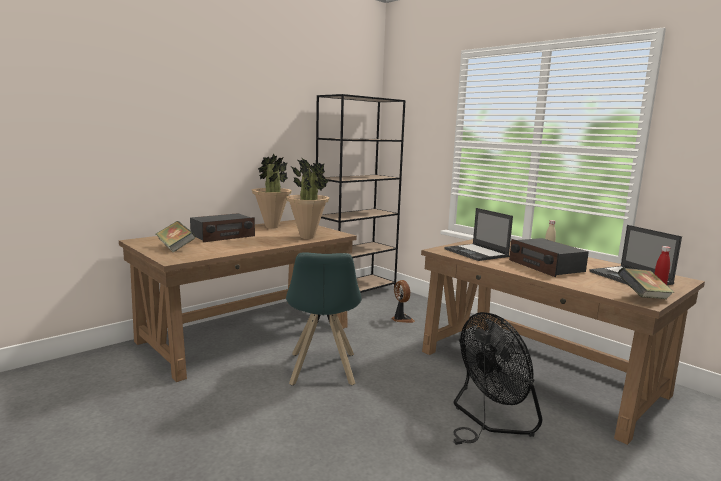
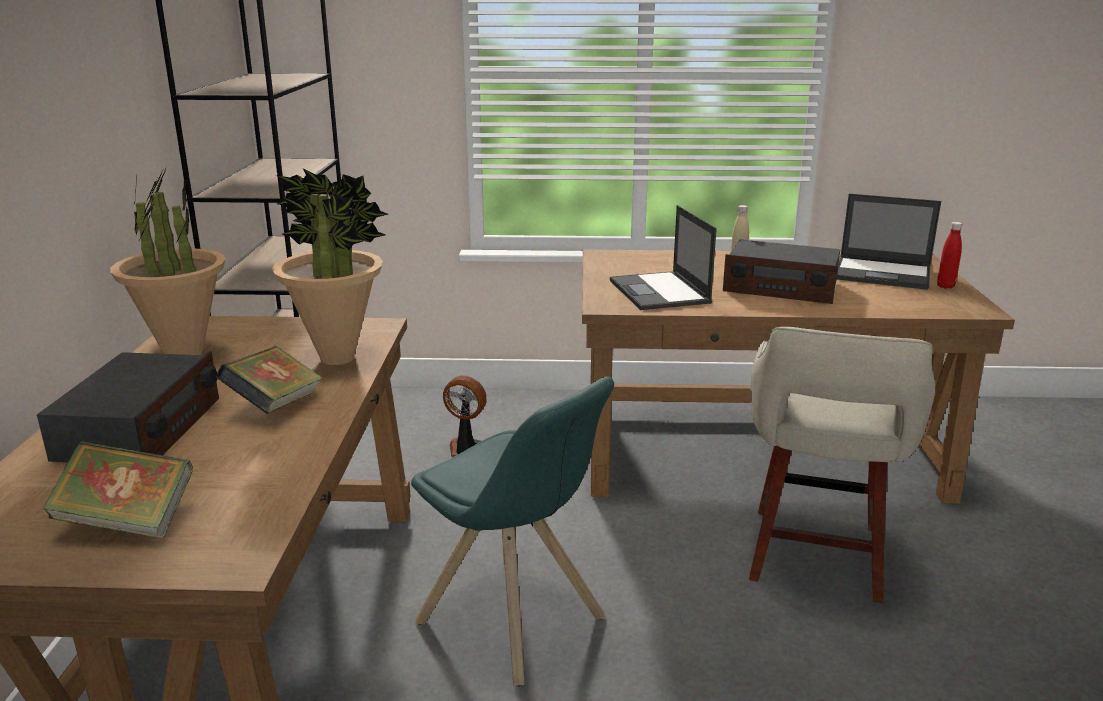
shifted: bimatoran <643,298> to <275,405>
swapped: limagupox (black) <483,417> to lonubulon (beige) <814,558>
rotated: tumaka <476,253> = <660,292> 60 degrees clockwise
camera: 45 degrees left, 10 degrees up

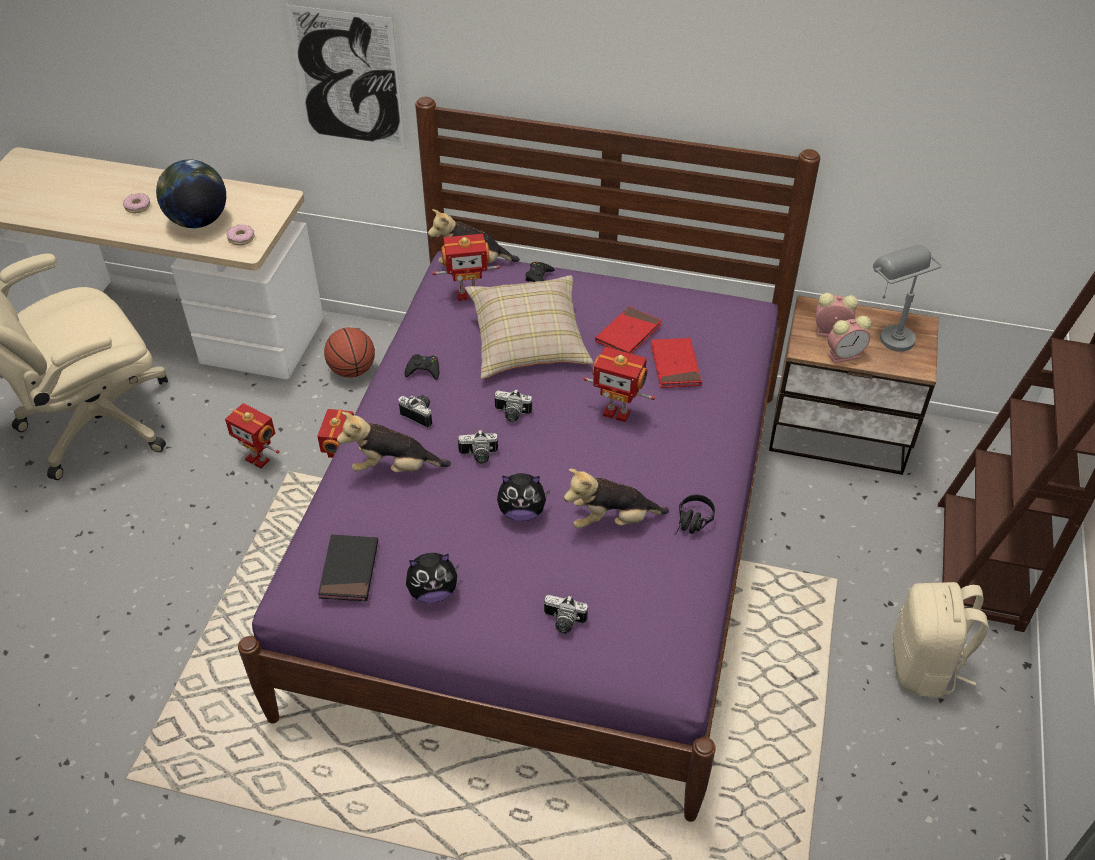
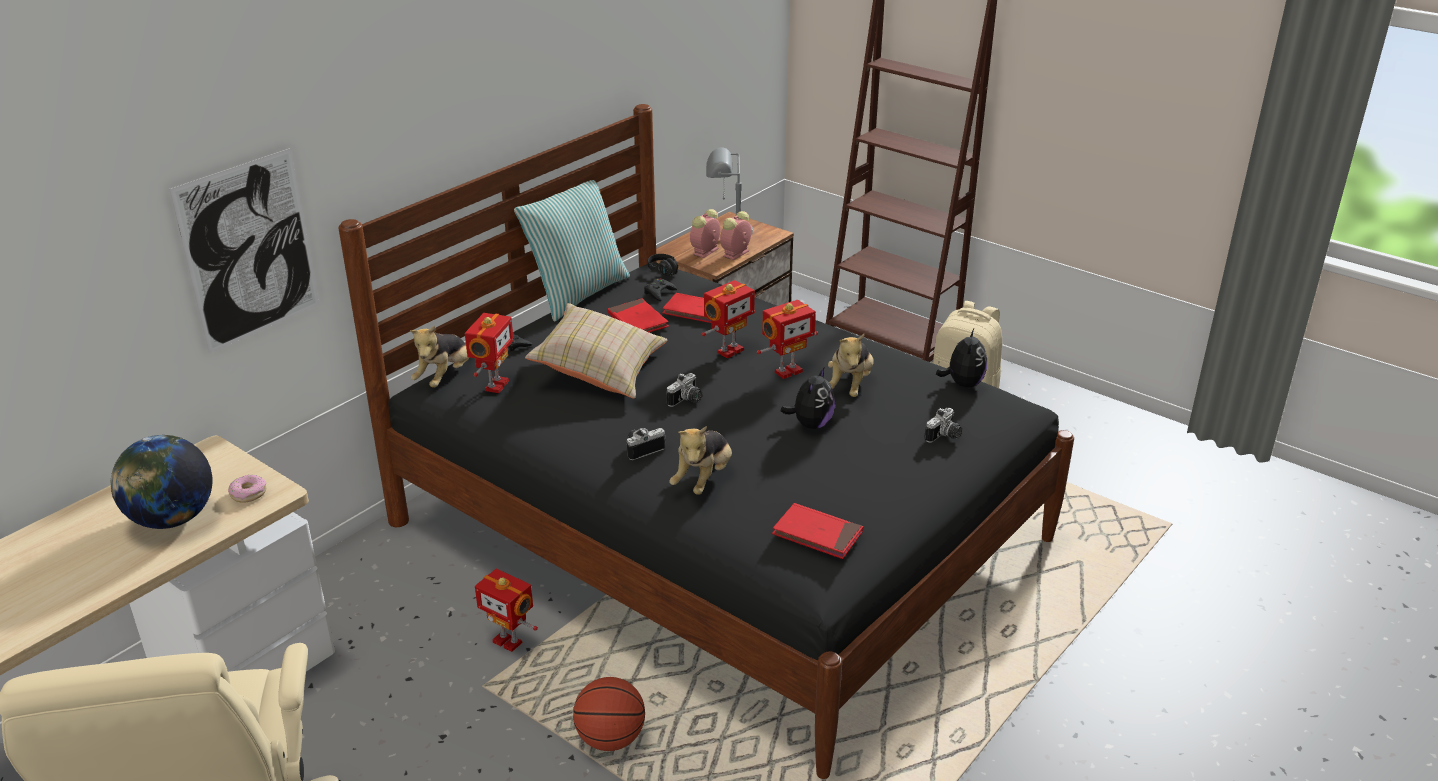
gone: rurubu <137,207>; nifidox <478,456>
new: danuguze <577,293>
shifted: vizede <258,459> to <787,371>; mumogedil <352,370> to <610,739>; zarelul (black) <423,370> to <659,293>; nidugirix <433,591> to <963,384>; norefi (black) <692,523> to <666,272>
repainted: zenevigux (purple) <546,540> to zenevigux (black) <719,531>; bimatoran (black) <349,570> to bimatoran (red) <817,534>
rotated: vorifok <845,355> = <735,254> 150 degrees counterclockwise
camera: 65 degrees left, 15 degrees down

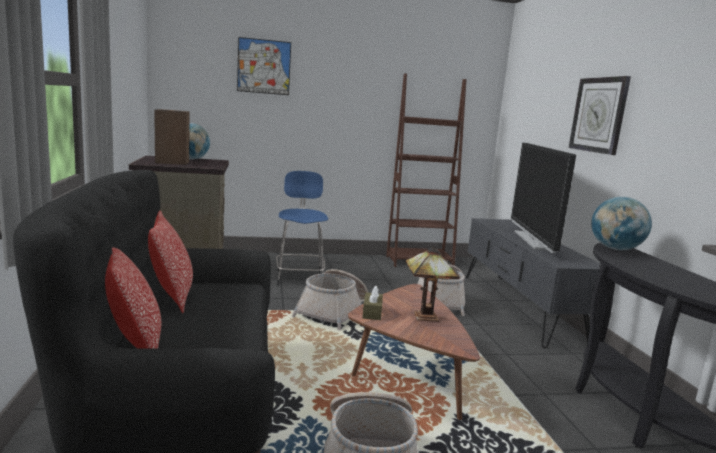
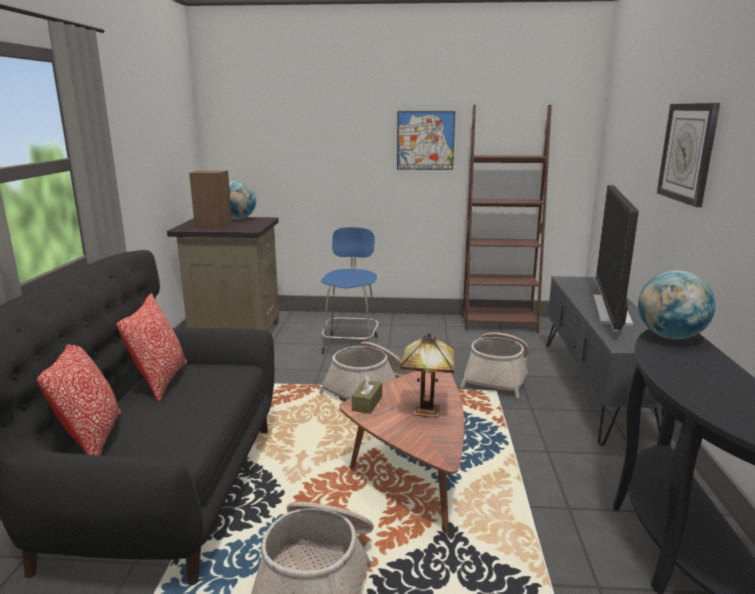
shifted: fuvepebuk <264,66> to <425,140>
camera: 15 degrees right, 5 degrees up

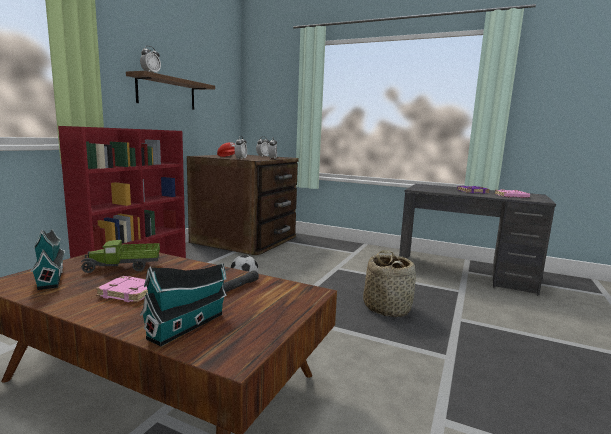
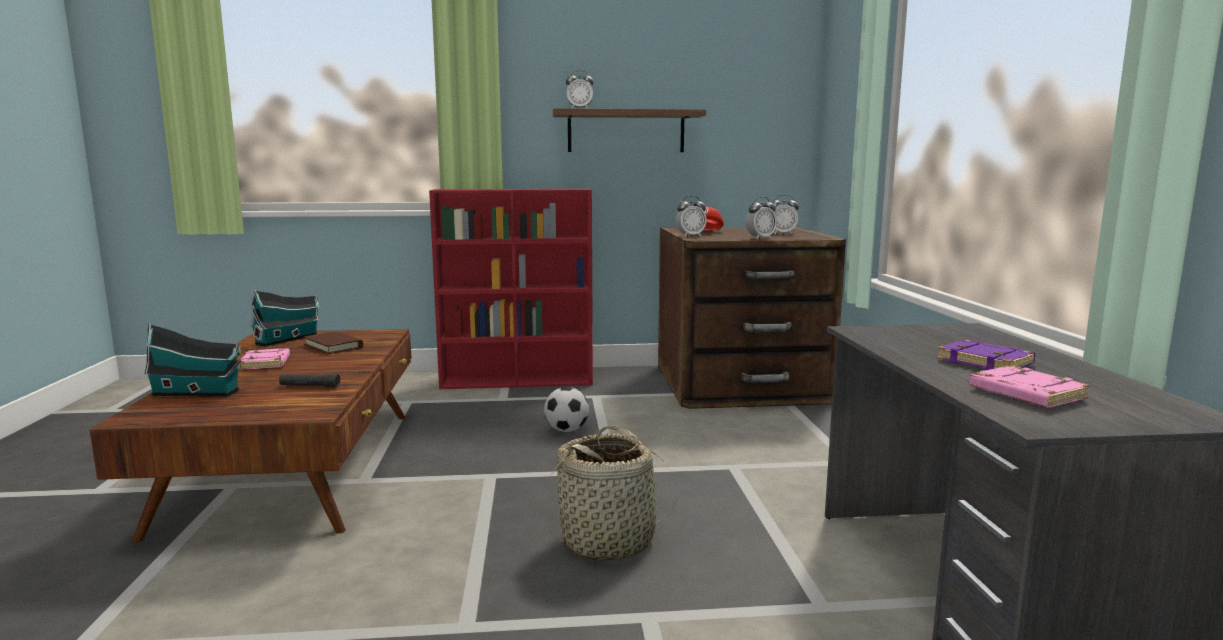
swapped: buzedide <123,267> to bimatoran (brown) <333,346>
camera: 60 degrees right, 0 degrees up

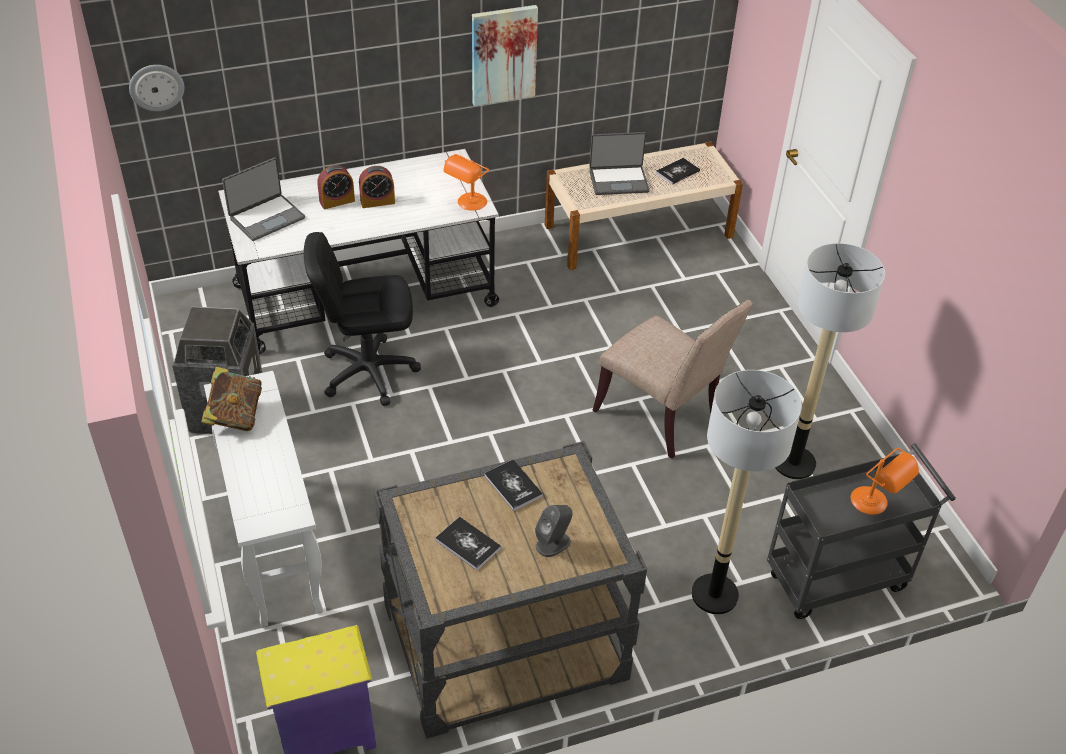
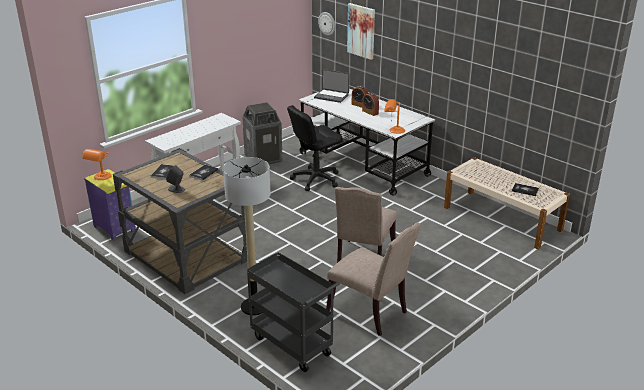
gone: bimatoran <235,416>; tumaka <618,181>
shifted: fuvepebuk <503,55> to <361,31>; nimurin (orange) <876,504> to <101,178>
swapped: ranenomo <794,463> to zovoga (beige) <370,312>
rotated: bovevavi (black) <368,372> = <315,179> 90 degrees counterclockwise
camera: 65 degrees right, 15 degrees down

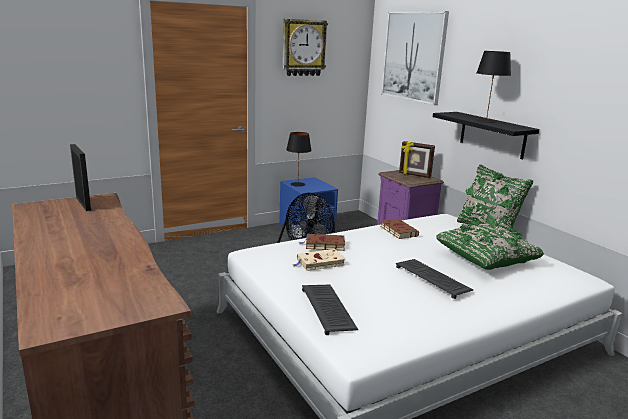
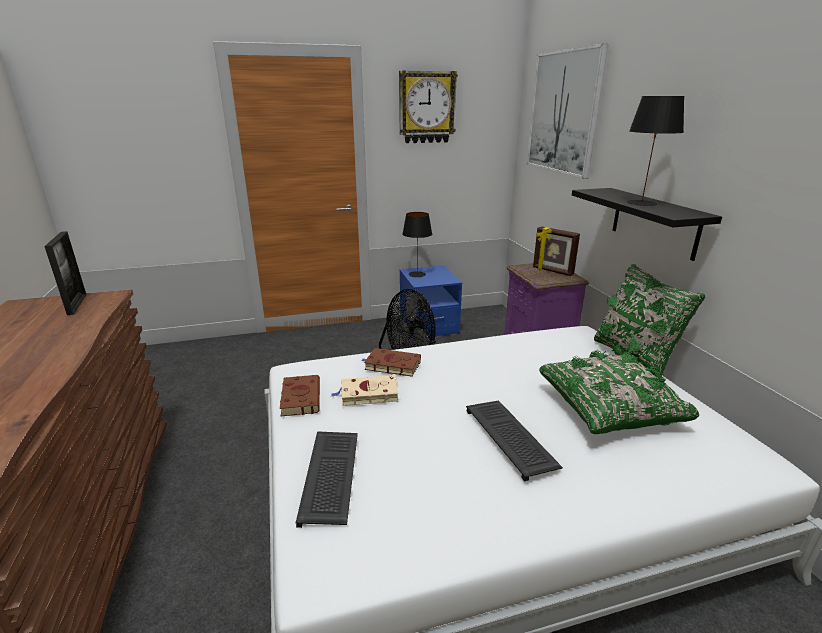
shifted: bimatoran (brown) <398,231> to <300,397>
camera: 15 degrees right, 5 degrees up

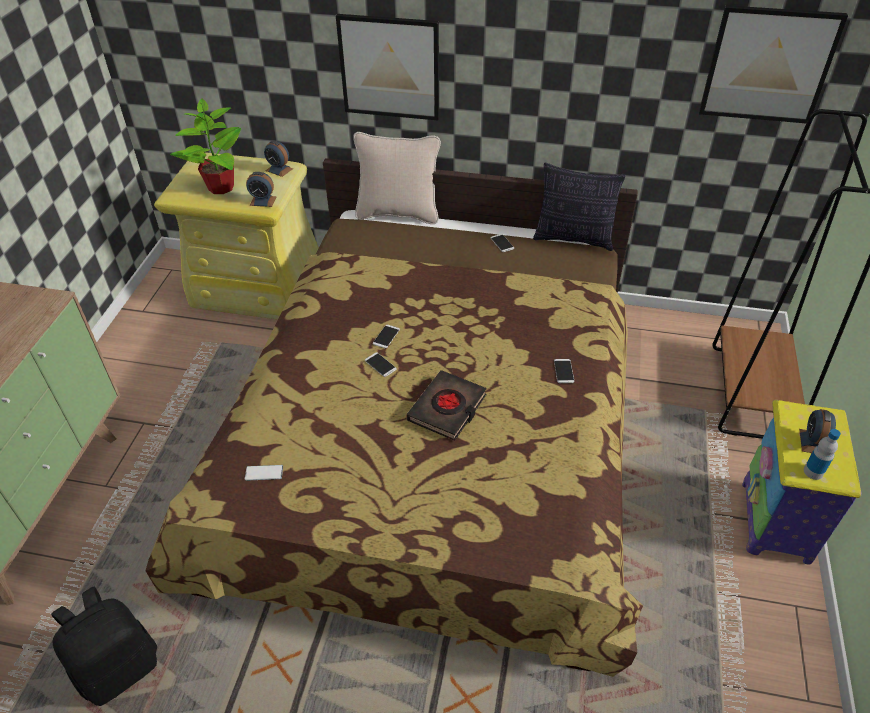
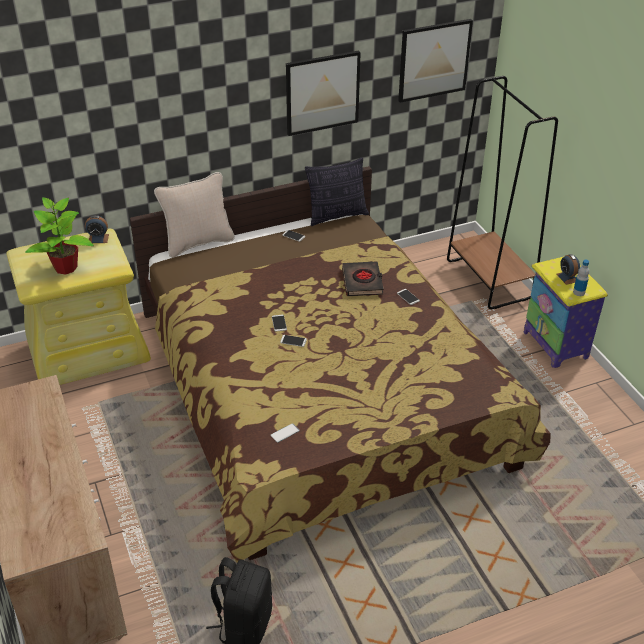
gone: vorifok <263,201>
shifted: fuvepebuk <390,67> to <322,92>; bimatoran (black) <447,409> to <362,282>
camera: 35 degrees left, 5 degrees down

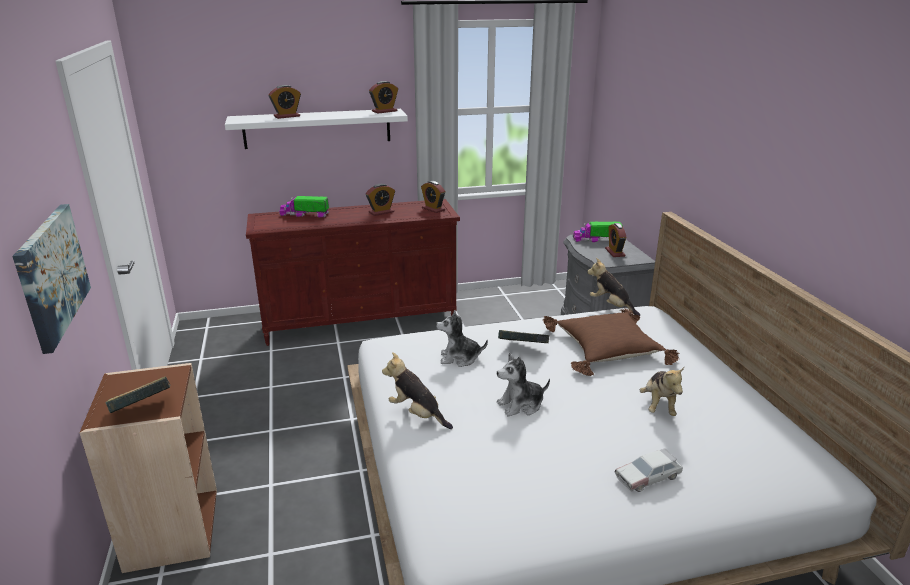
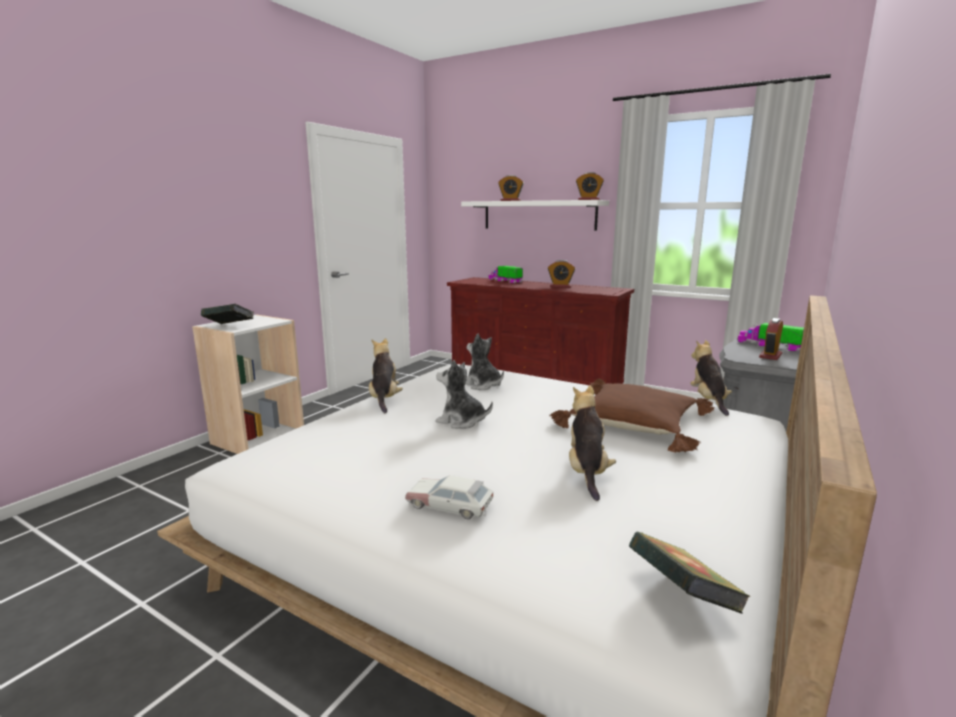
gone: fuvepebuk <52,274>; vorifok <433,209>
shifted: bimatoran <523,349> to <681,597>
repainted: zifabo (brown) <171,528> to zifabo (white) <258,437>
rotated: nidugirix <658,405> = <587,471> 135 degrees clockwise
camera: 45 degrees right, 10 degrees down

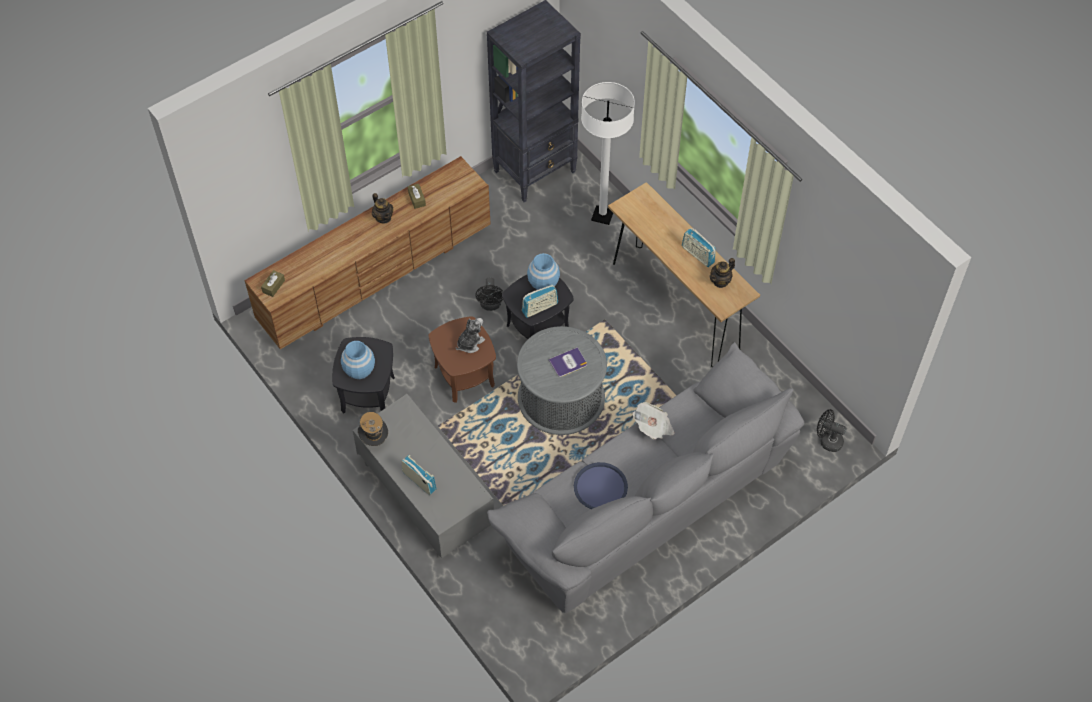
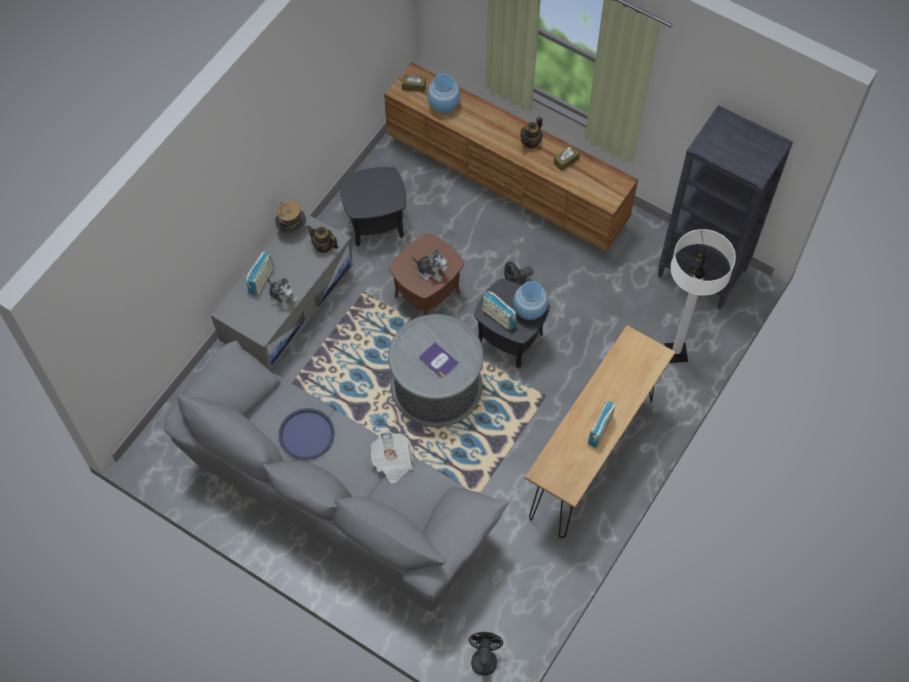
new: nidugirix <283,297>
shifted: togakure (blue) <359,370> to <444,105>; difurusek <720,281> to <323,246>
camera: 70 degrees right, 5 degrees up

